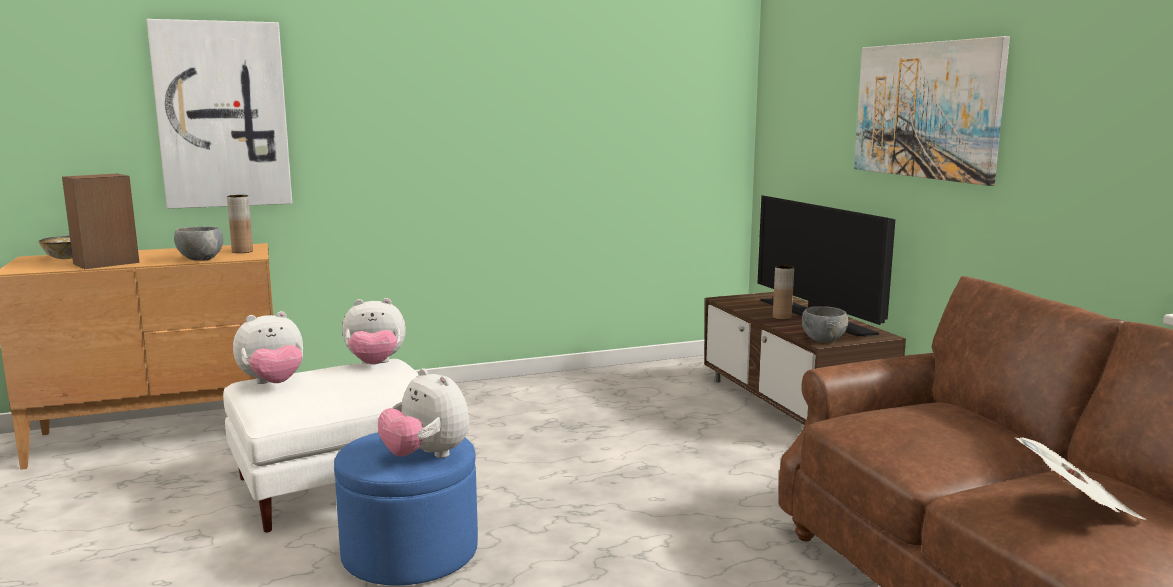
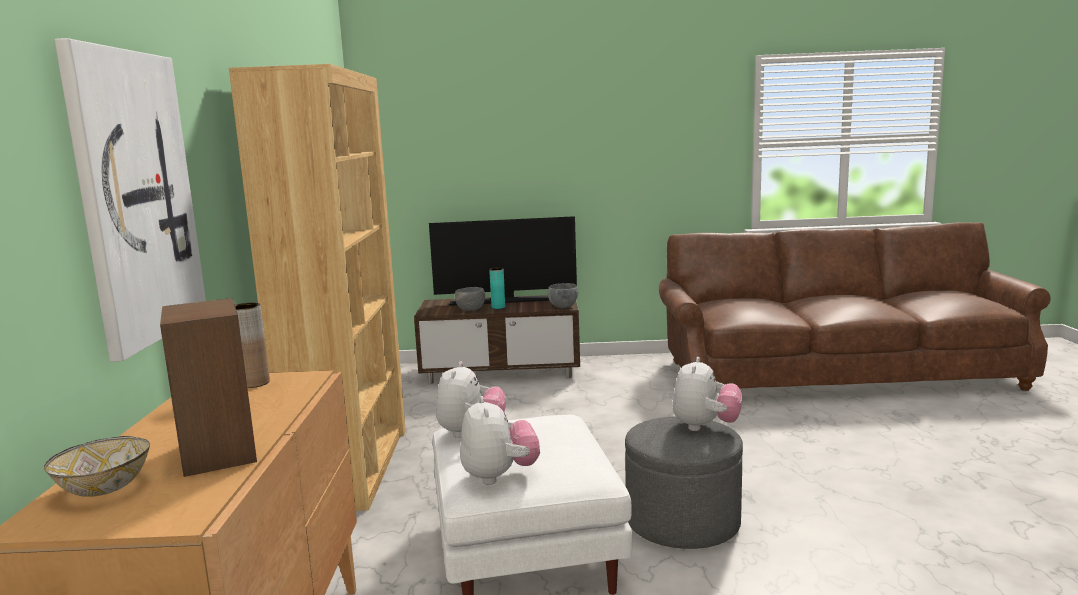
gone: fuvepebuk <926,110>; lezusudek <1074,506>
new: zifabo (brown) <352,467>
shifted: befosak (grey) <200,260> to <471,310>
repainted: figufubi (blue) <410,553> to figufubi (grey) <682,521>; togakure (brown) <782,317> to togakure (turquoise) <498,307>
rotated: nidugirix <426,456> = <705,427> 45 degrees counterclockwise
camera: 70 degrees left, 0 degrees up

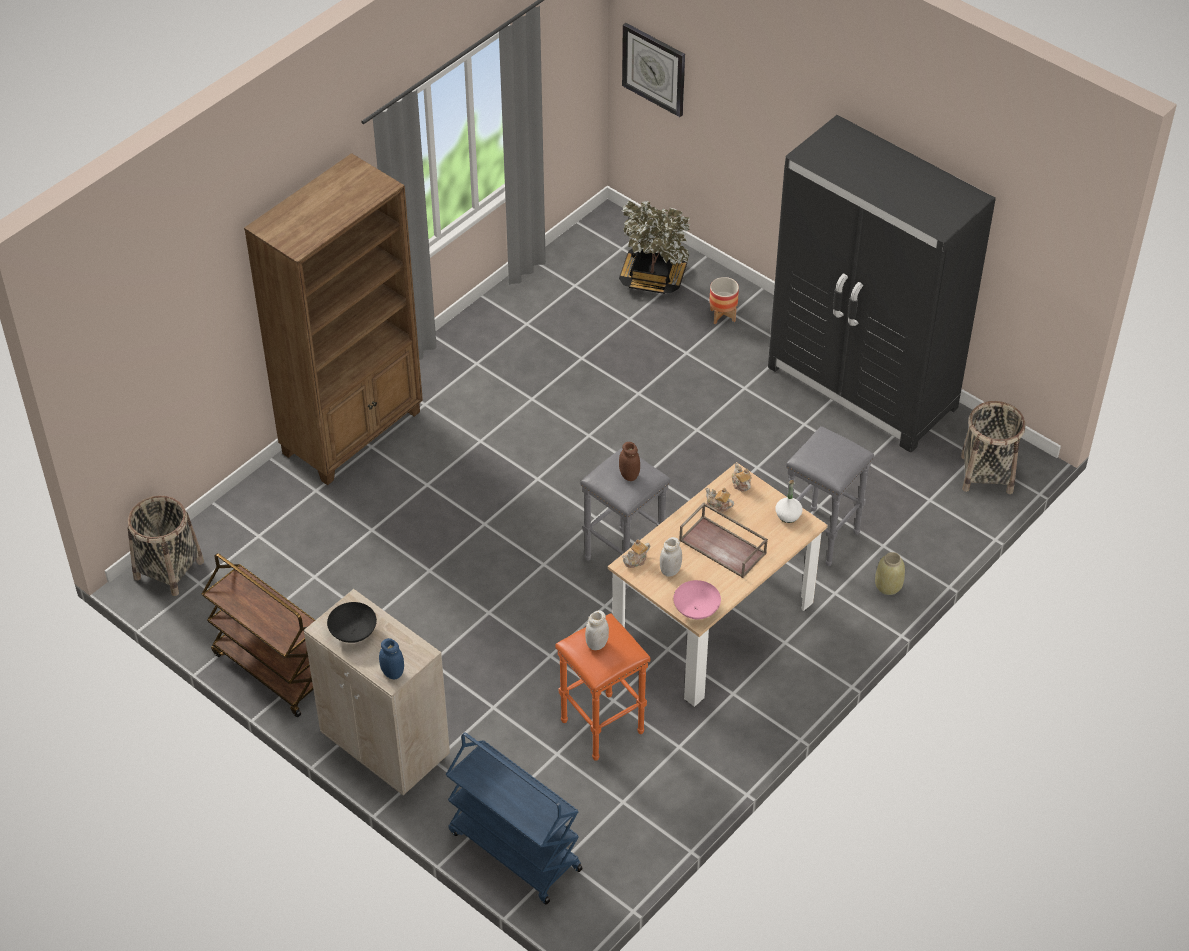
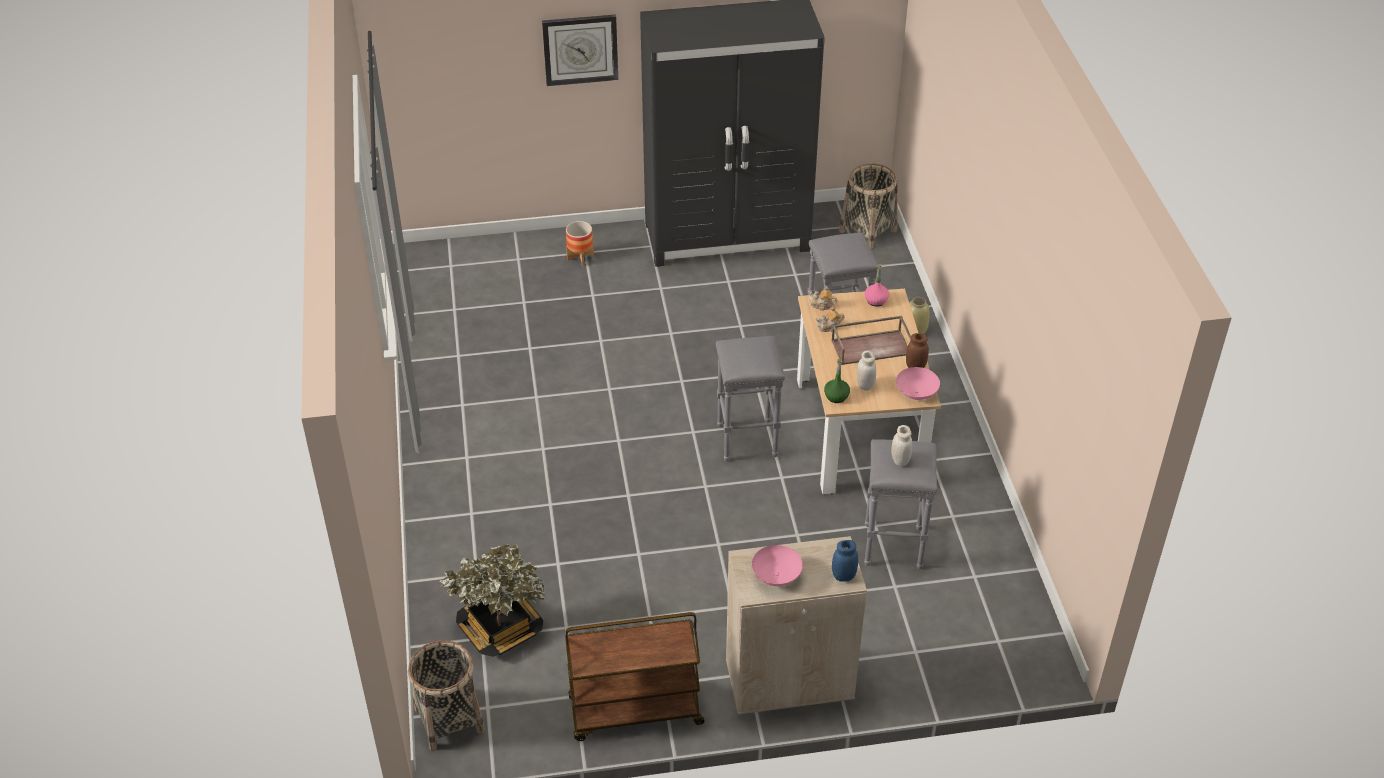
gone: zifabo (brown) <353,432>; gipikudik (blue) <513,850>
shifted: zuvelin <653,277> to <500,629>; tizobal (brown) <629,475> to <915,367>; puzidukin <654,69> to <580,49>
swapped: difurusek <636,560> to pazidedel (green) <836,396>
repainted: befosak (black) <353,632> to befosak (pink) <776,576>; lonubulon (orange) <600,726> to lonubulon (grey) <892,546>; pazidedel (white) <788,515> to pazidedel (pink) <876,301>
camera: 50 degrees left, 5 degrees down

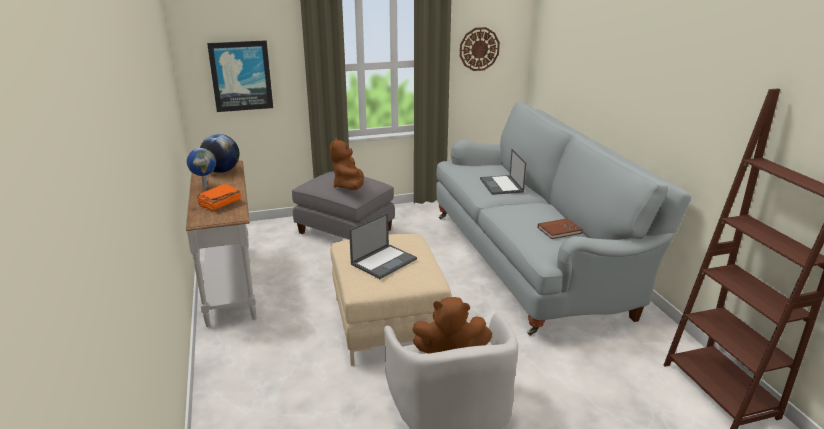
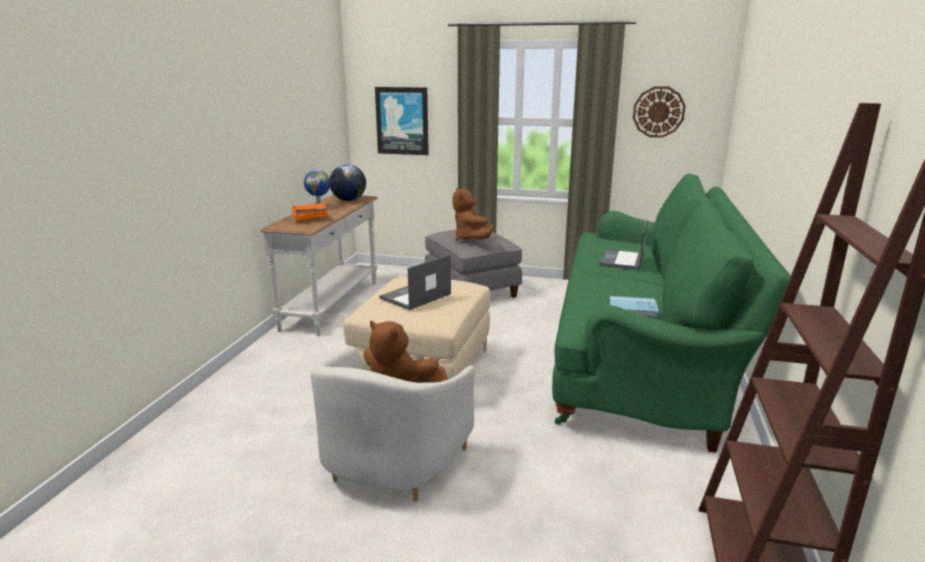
repainted: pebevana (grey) <532,260> to pebevana (green) <643,357>; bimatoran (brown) <559,230> to bimatoran (blue) <633,309>
rotated: nidugirix (brown) <349,187> = <470,239> 45 degrees counterclockwise; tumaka <384,261> = <415,296> 150 degrees clockwise
camera: 30 degrees right, 5 degrees down

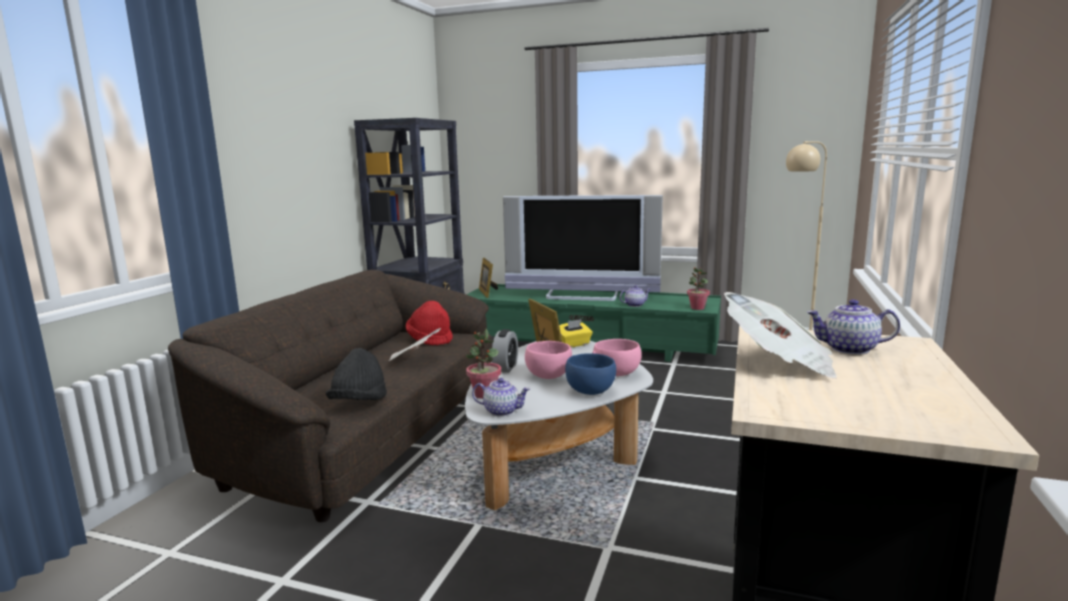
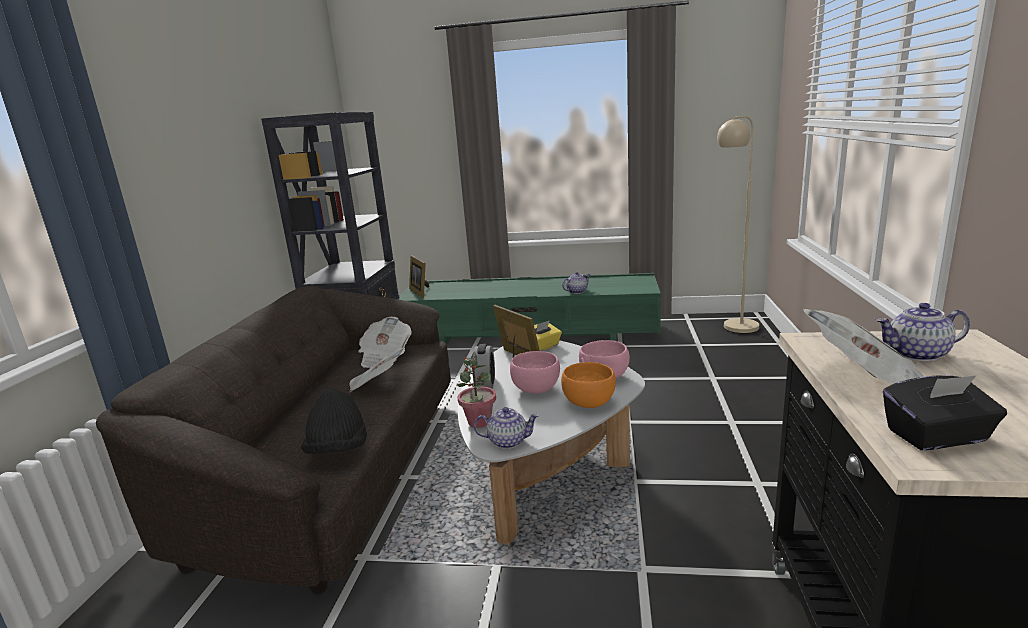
gone: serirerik <582,296>; zuvelin <697,308>
new: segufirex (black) <937,436>
swapped: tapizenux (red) <430,339> to lezusudek <384,356>
repainted: befosak (blue) <590,391> to befosak (orange) <588,403>
camera: 10 degrees left, 5 degrees up

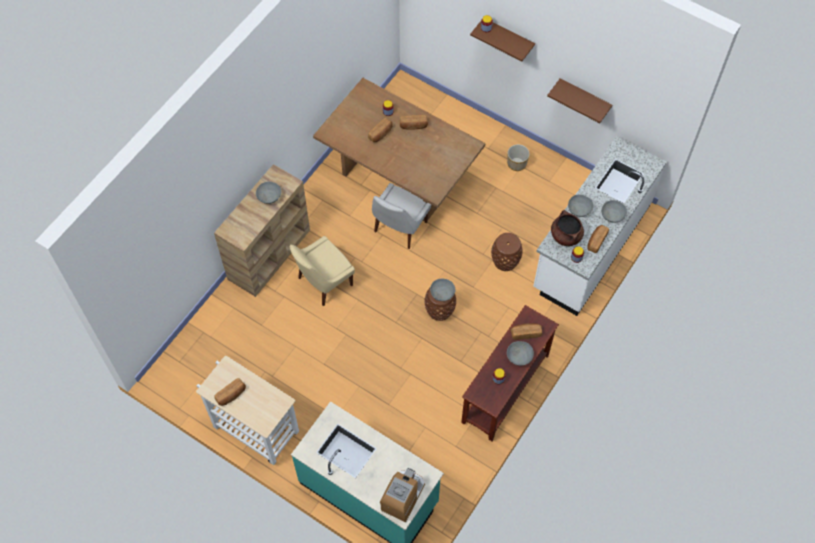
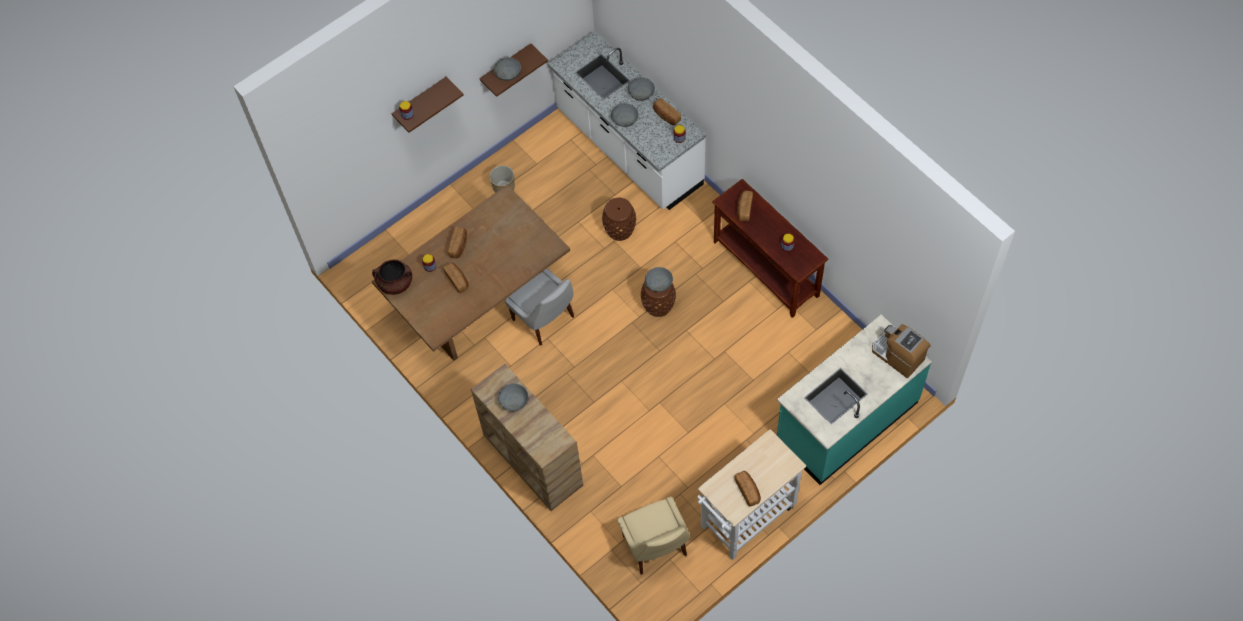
shifted: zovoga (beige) <323,282> to <655,548>; befosak (grey) <519,357> to <508,74>; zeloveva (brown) <565,236> to <395,284>
camera: 70 degrees left, 0 degrees up

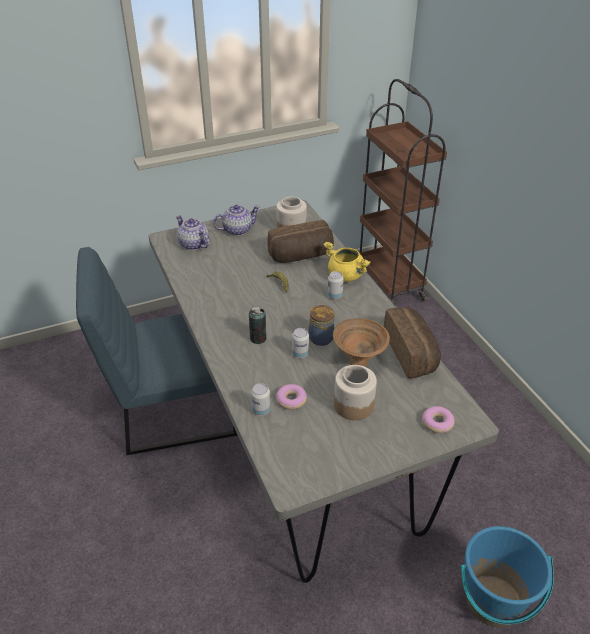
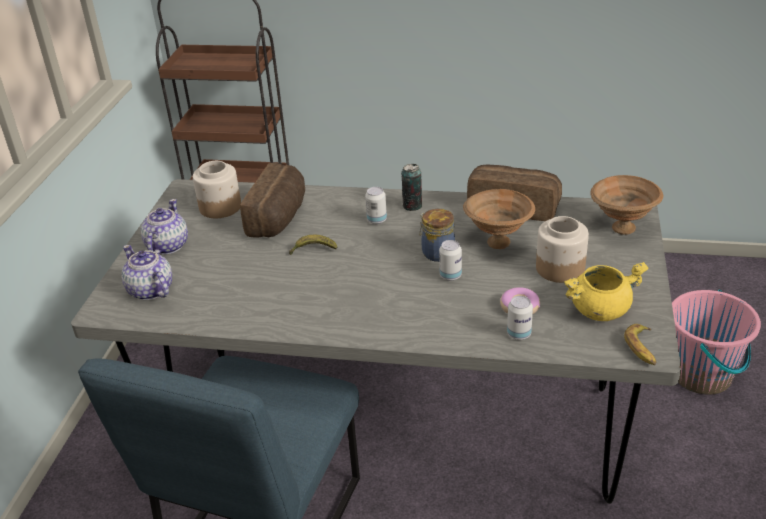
new: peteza <642,349>
shifted: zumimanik <258,338> to <412,206>; zeloveva (yellow) <346,276> to <600,310>
swapped: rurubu <437,423> to befosak (brown) <621,229>
repainted: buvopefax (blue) <493,602> to buvopefax (pink) <702,375>
rotated: difurusek <193,244> = <150,291> 60 degrees clockwise
camera: 55 degrees left, 5 degrees down

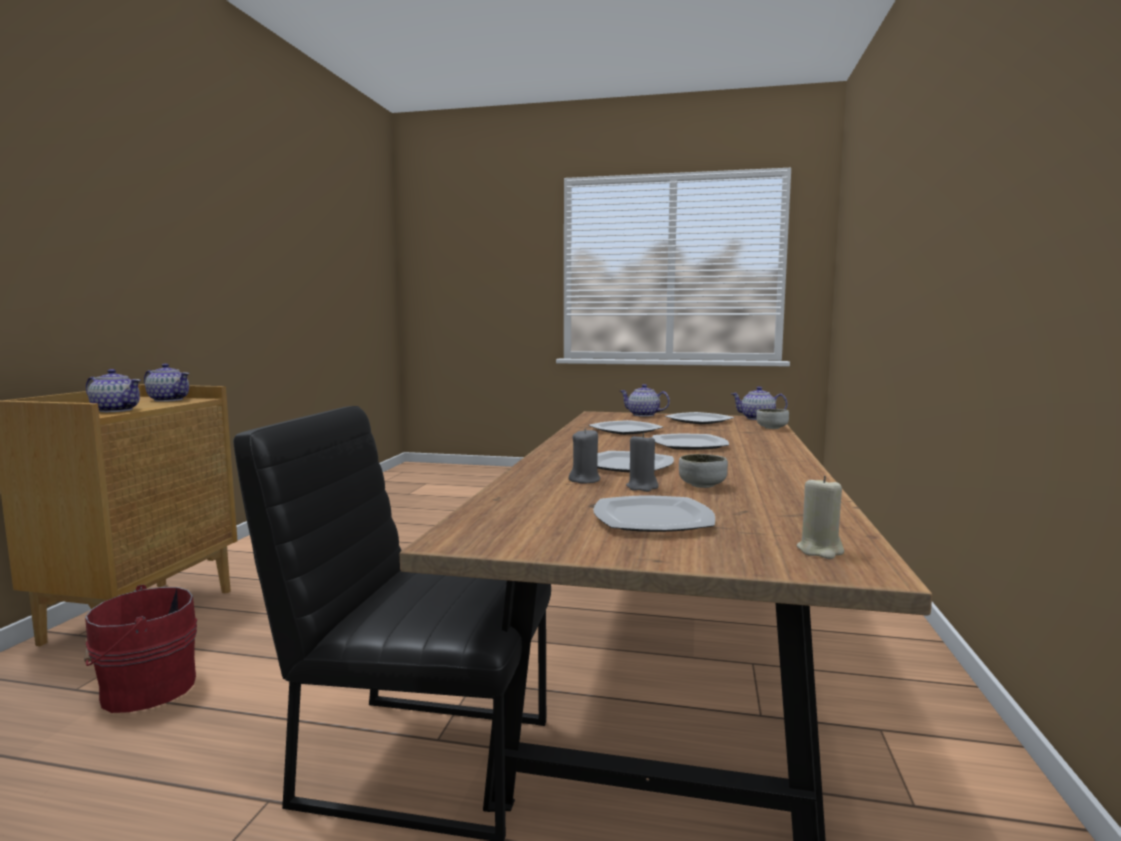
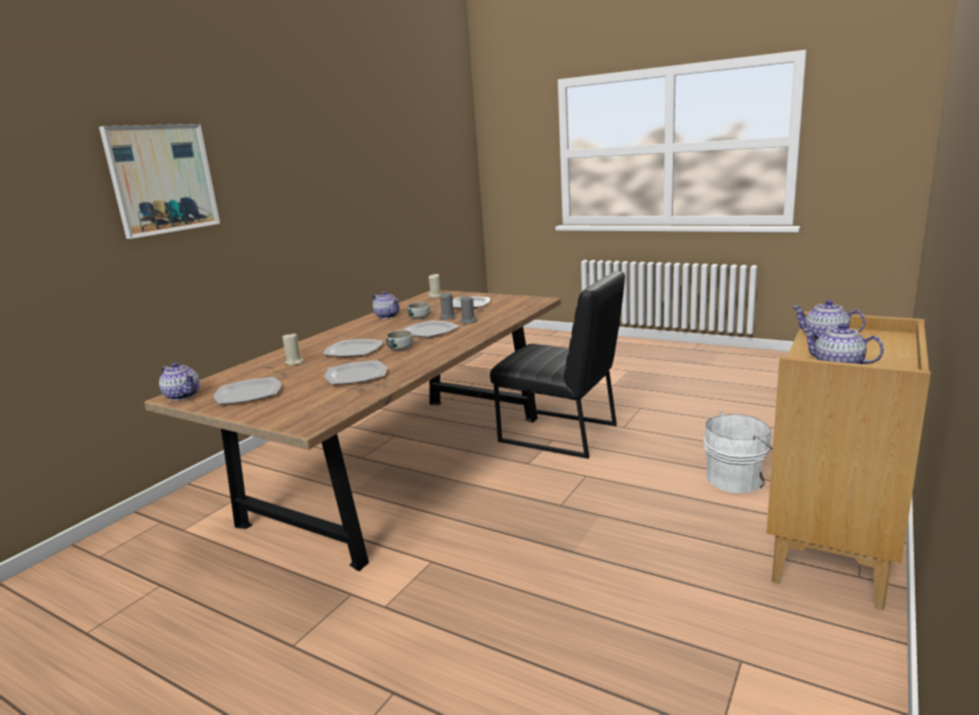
new: fuvepebuk <162,179>; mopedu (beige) <294,362>
shifted: difurusek <643,415> to <387,316>; befosak <772,428> to <400,349>
repainted: buvopefax (red) <144,689> to buvopefax (white) <737,478>
camera: 160 degrees left, 10 degrees up

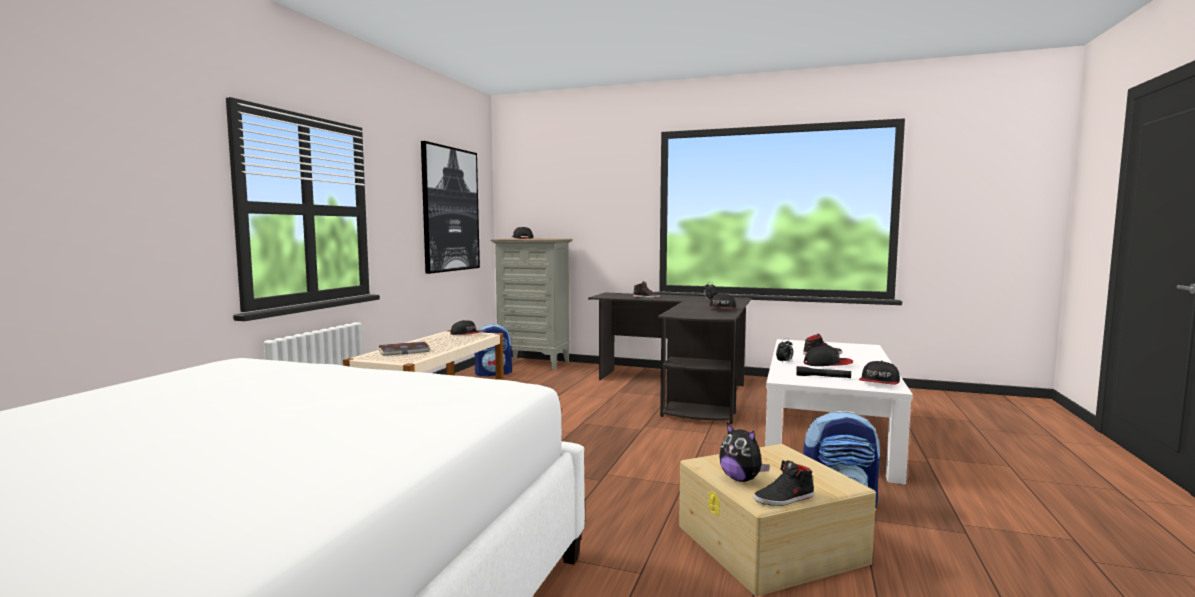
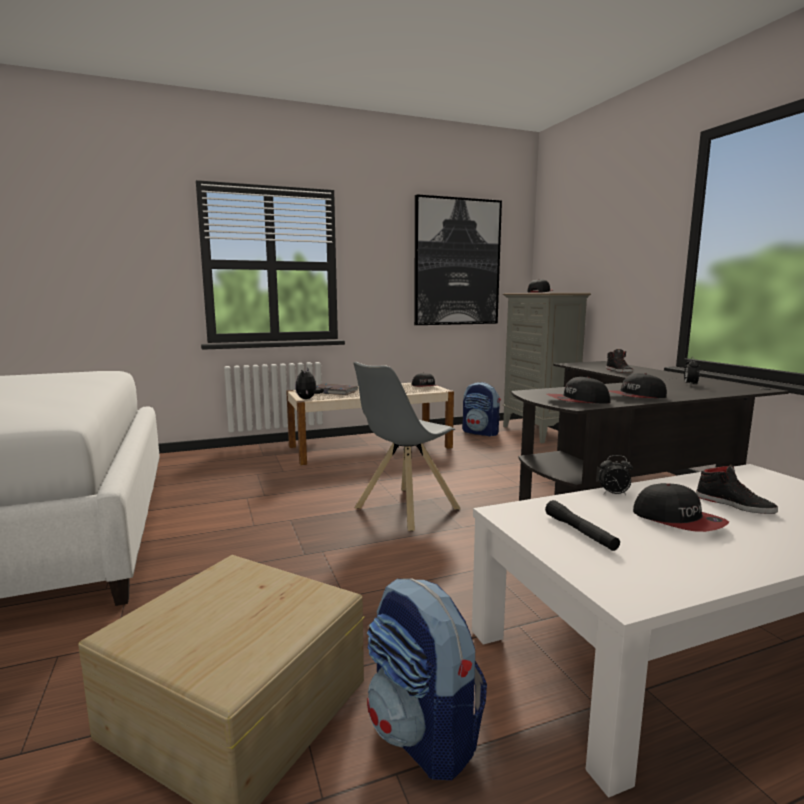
gone: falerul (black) <784,499>
new: zovoga (grey) <404,509>
shifted: nidugirix <741,479> to <308,399>; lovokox <879,382> to <577,401>
camera: 50 degrees right, 5 degrees up

